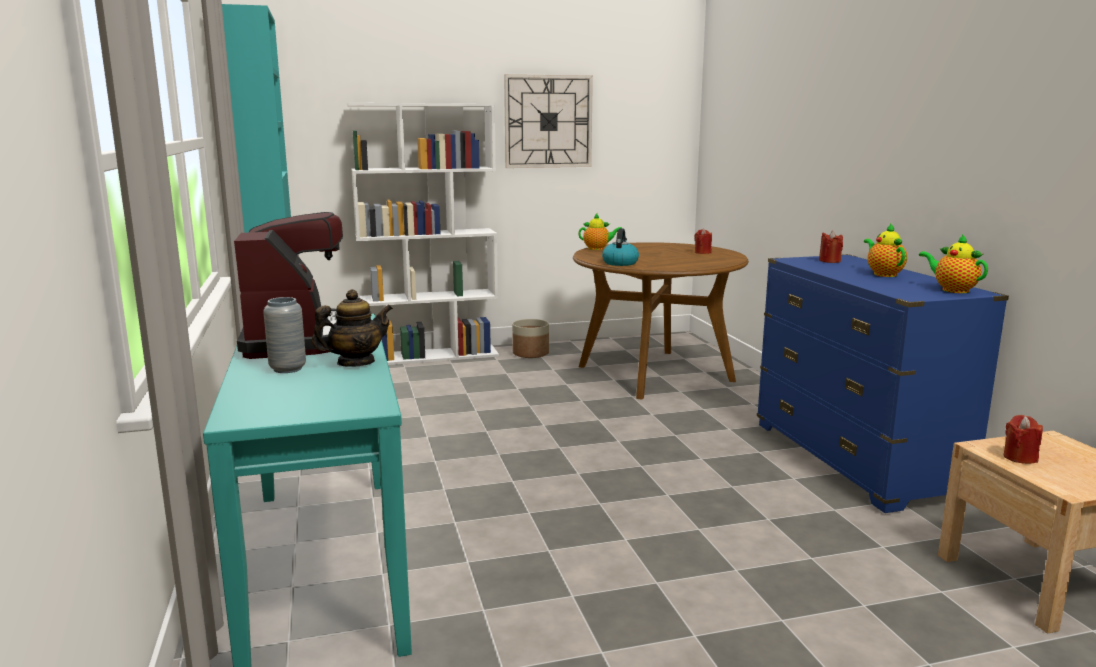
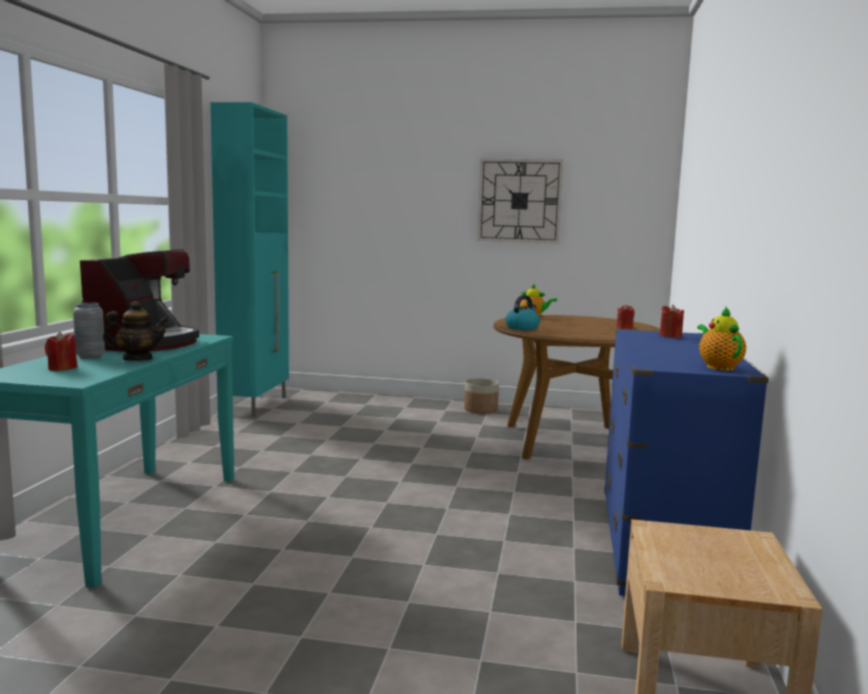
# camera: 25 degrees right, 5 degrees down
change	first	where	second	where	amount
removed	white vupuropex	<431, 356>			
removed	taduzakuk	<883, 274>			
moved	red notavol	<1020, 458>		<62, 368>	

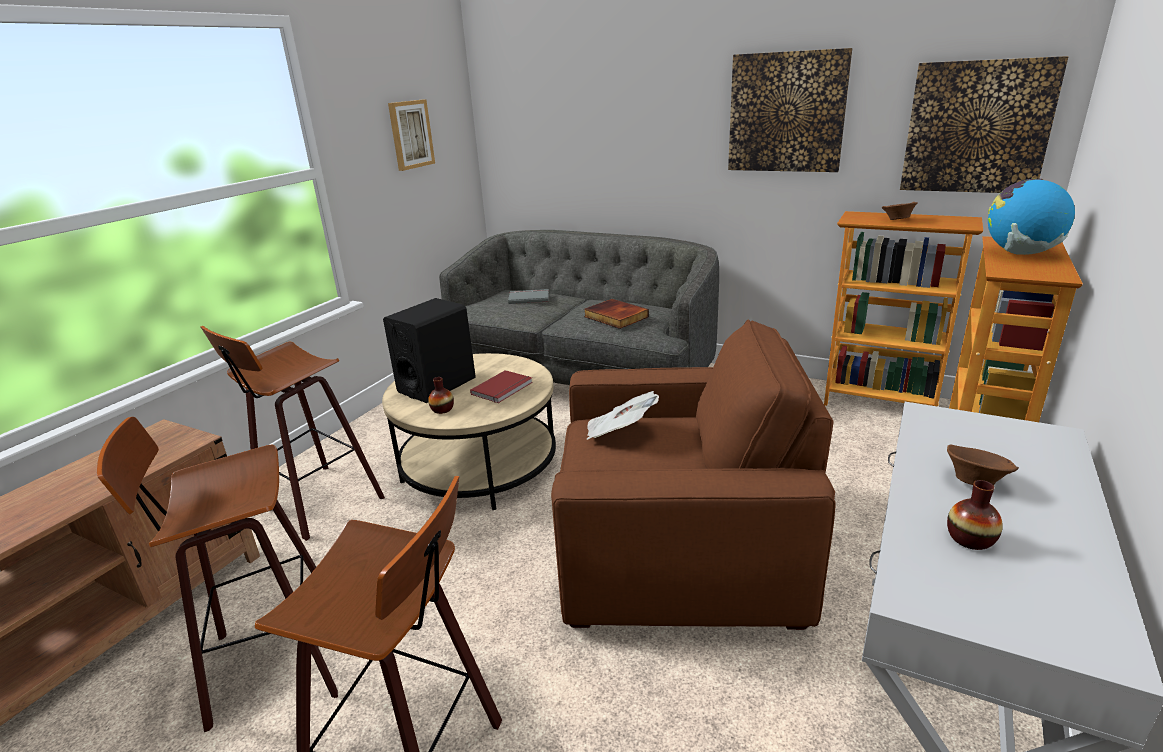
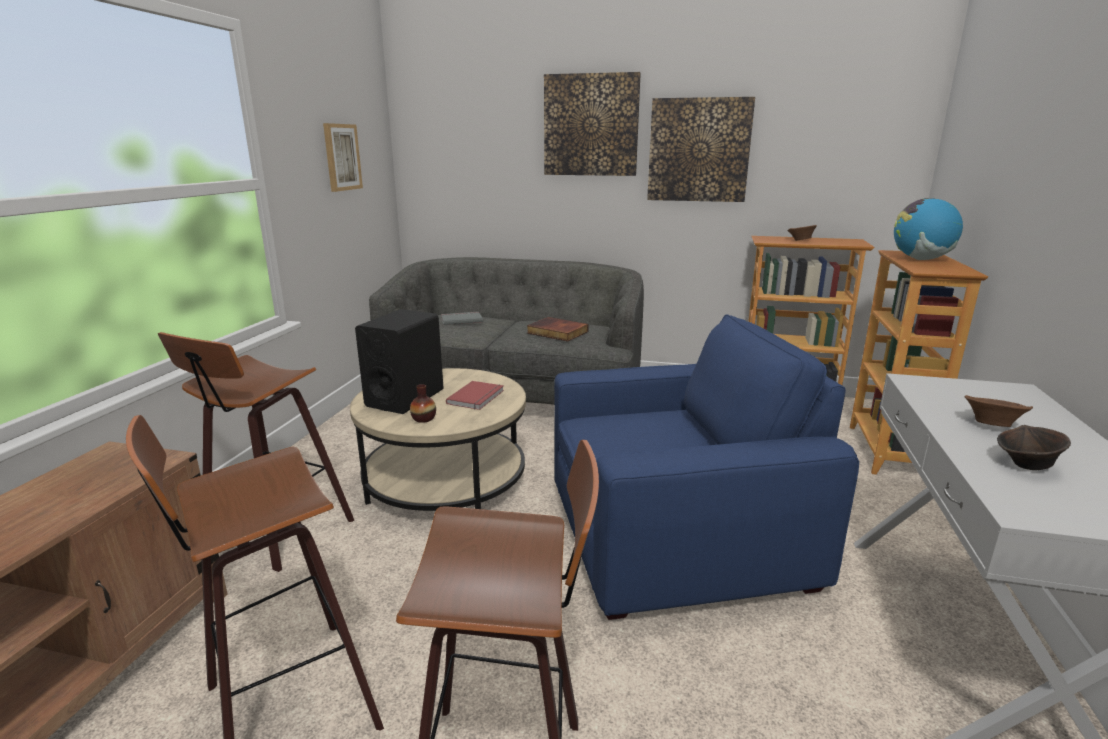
# camera: 15 degrees left, 5 degrees down
change	first	where	second	where	amount
recoloured	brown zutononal	<677, 547>	blue zutononal	<674, 535>	
removed	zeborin	<619, 433>			
moved	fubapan	<977, 127>		<591, 125>	
replaced	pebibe	<970, 539>	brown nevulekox	<1026, 465>	

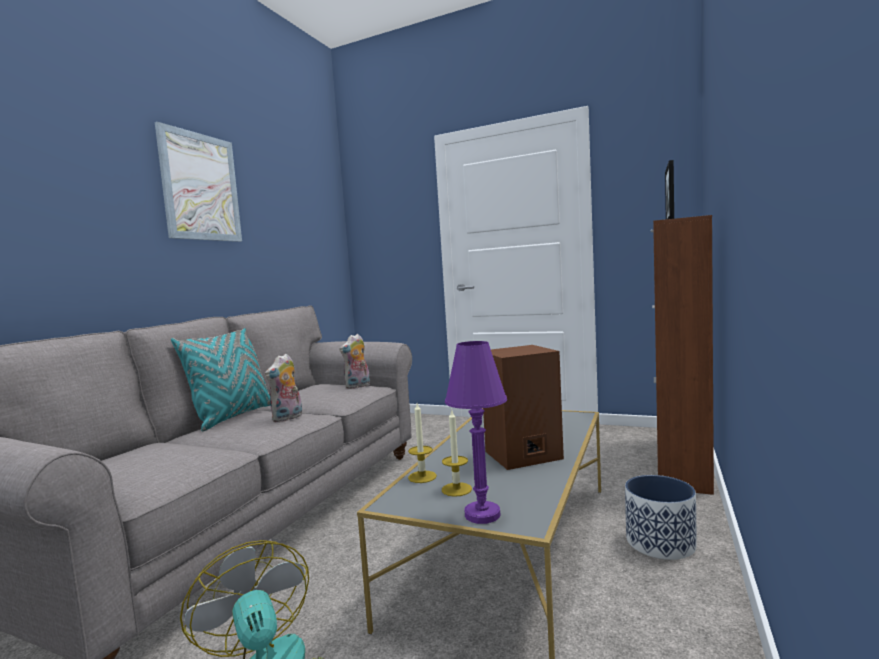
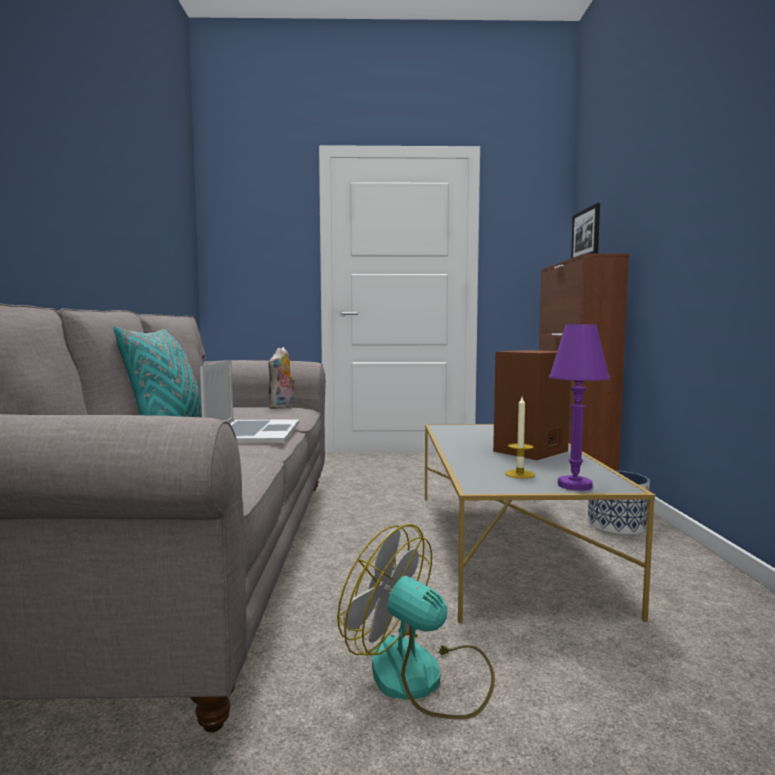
# camera: 25 degrees left, 0 degrees up
change	first	where	second	where	amount
removed	fubapan	<200, 187>			
replaced	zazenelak	<288, 418>	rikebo	<254, 432>	
removed	notavol	<422, 477>			

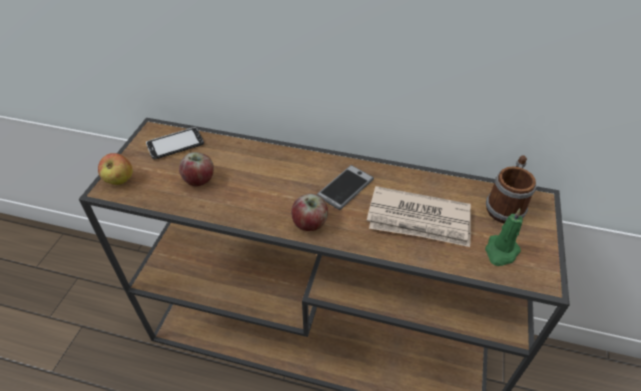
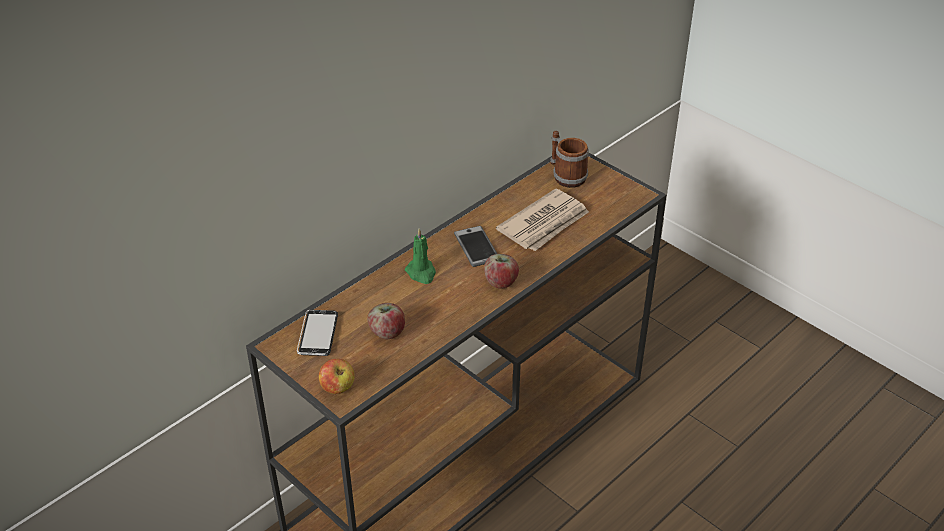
# camera: 60 degrees left, 5 degrees down
change	first	where	second	where	amount
moved	green notavol	<501, 252>		<421, 273>	

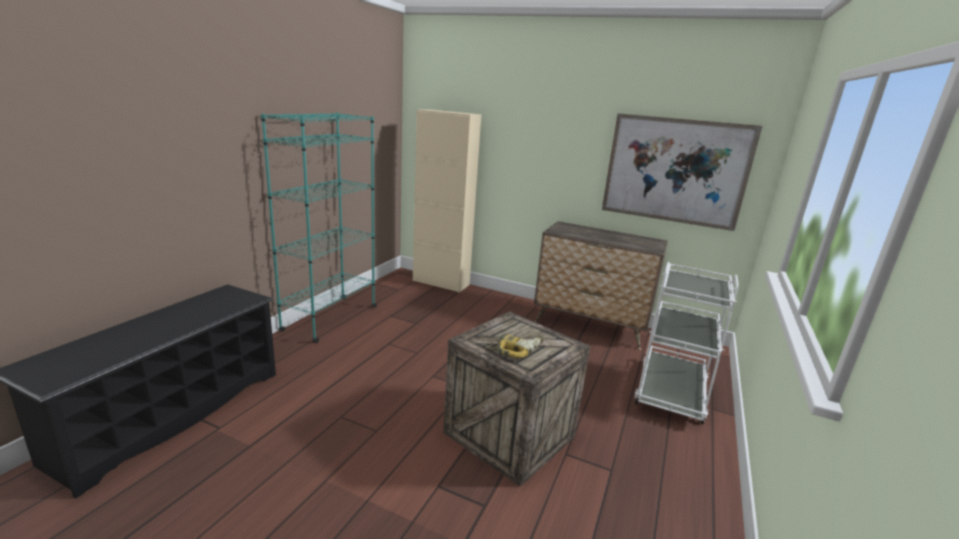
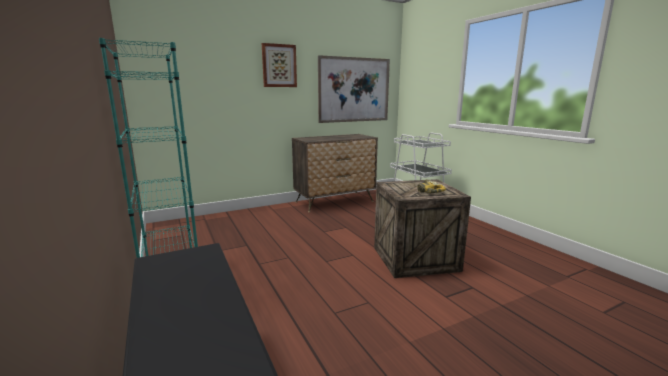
# camera: 50 degrees left, 5 degrees down
change	first	where	second	where	amount
removed	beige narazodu	<441, 283>			
added			fubapan	<279, 66>	

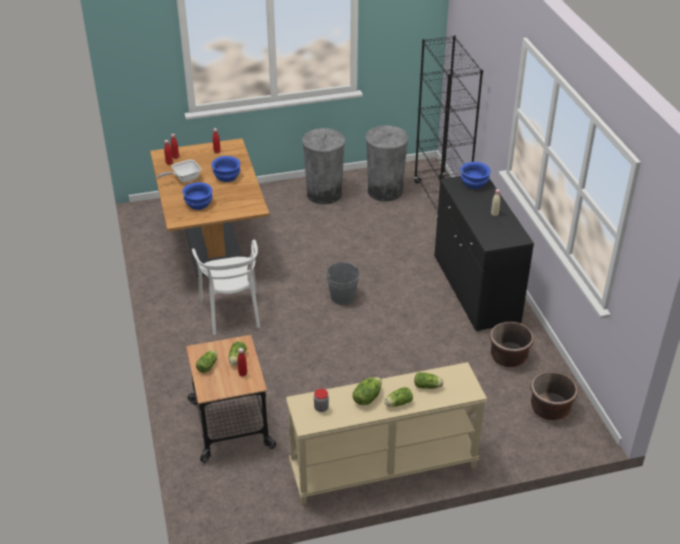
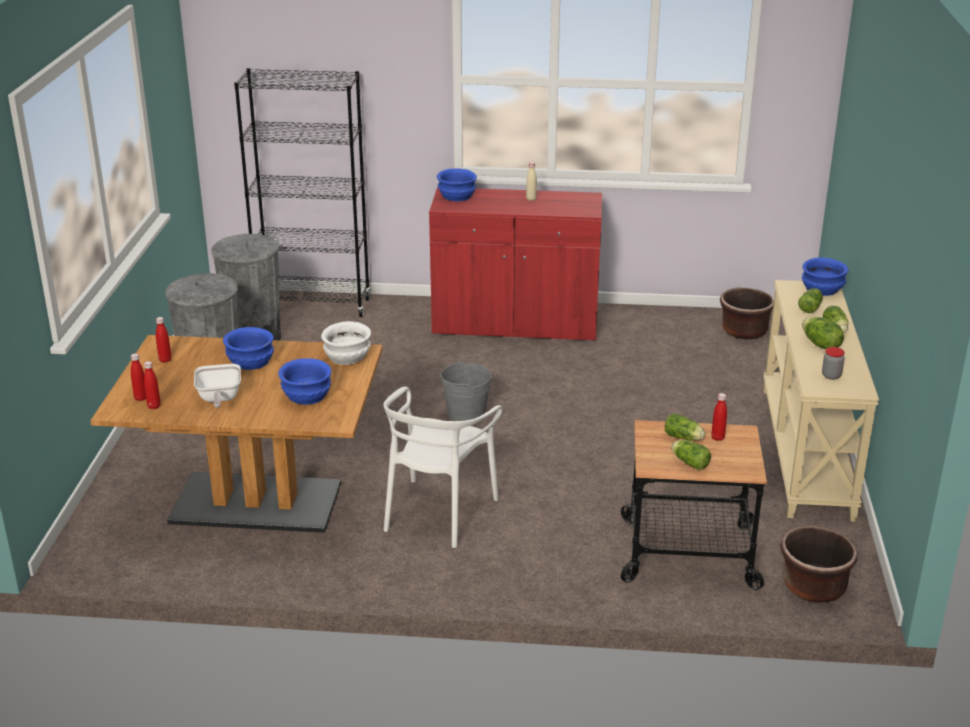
# camera: 70 degrees left, 10 degrees down
change	first	where	second	where	amount
turned	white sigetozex	<232, 312>		<438, 512>	105 degrees clockwise
recoloured	black narazodu	<475, 289>	red narazodu	<515, 325>	
moved	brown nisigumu	<508, 357>		<813, 587>	
added			white nevulekox	<347, 357>	
added			blue nevulekox	<822, 290>	

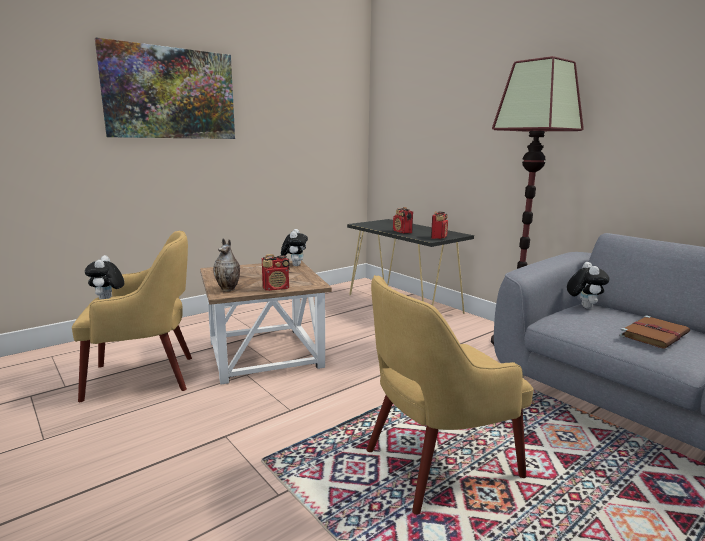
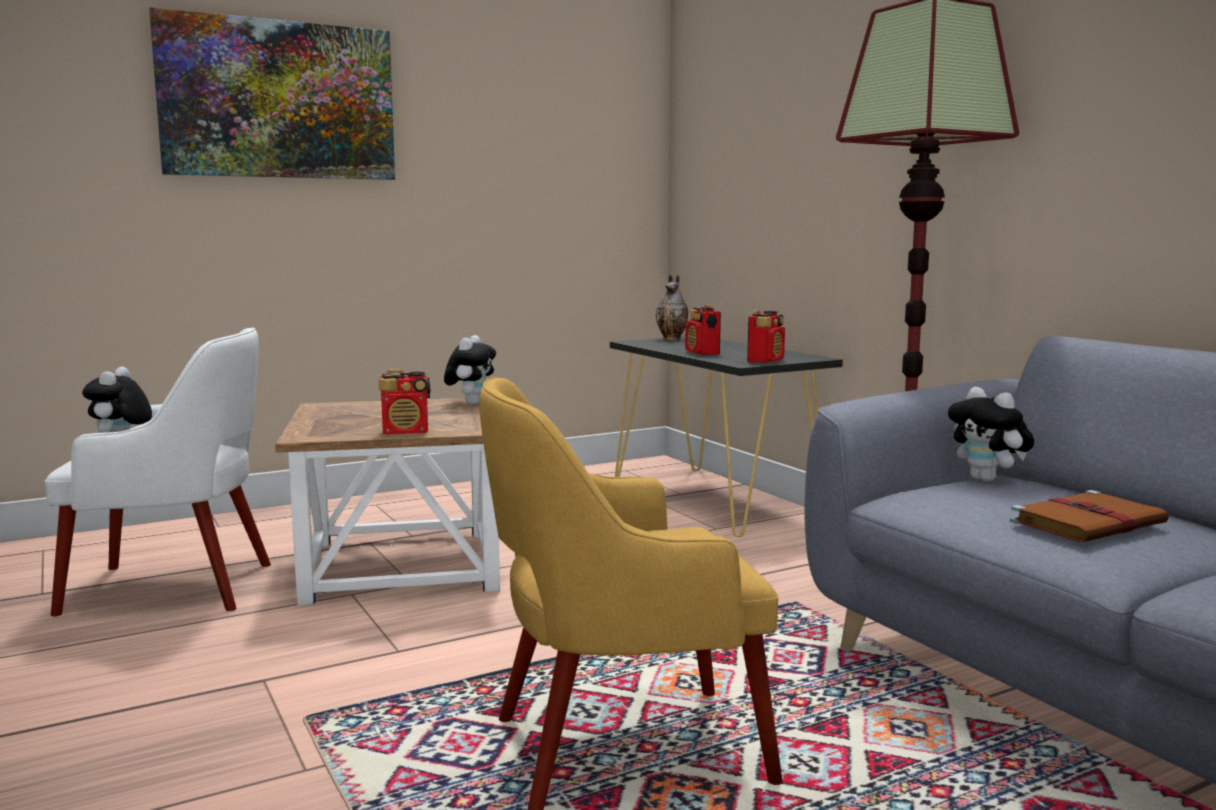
# camera: 10 degrees right, 5 degrees down
change	first	where	second	where	amount
recoloured	yellow zutononal	<144, 377>	white zutononal	<176, 588>	
moved	pebibe	<229, 289>		<673, 339>	
turned	zazenelak	<583, 307>		<988, 480>	135 degrees clockwise

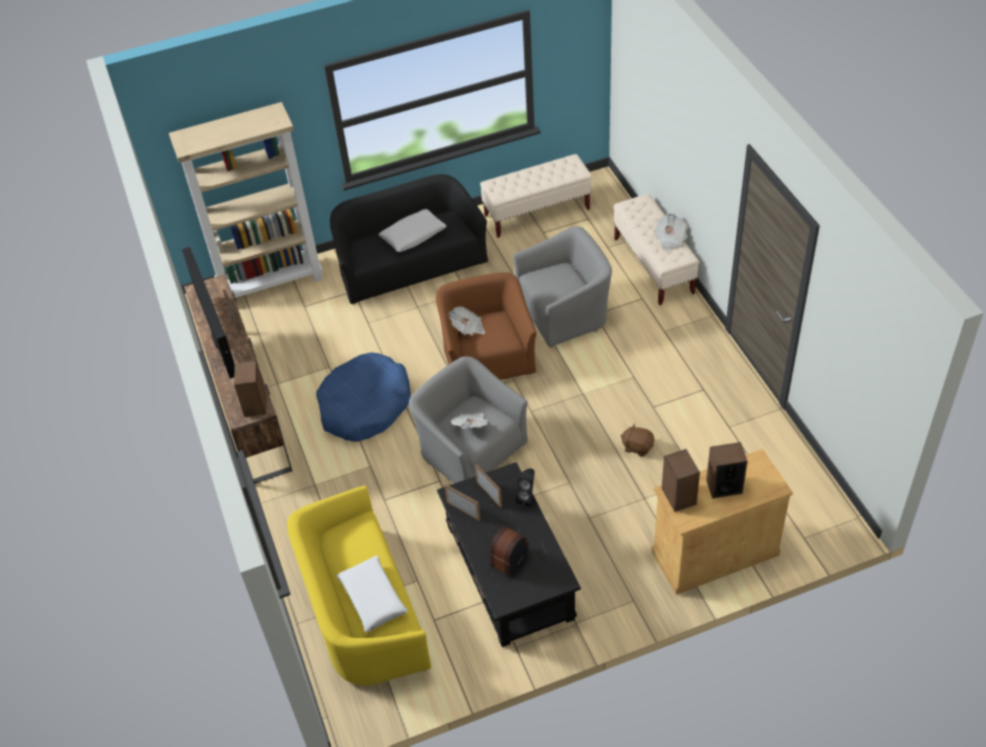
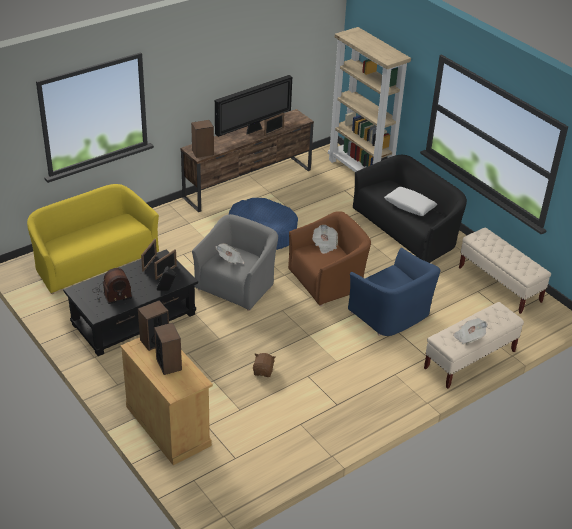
# camera: 70 degrees right, 10 degrees down
change	first	where	second	where	amount
removed	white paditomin	<373, 598>			
turned	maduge	<520, 560>		<111, 294>	135 degrees clockwise
recoloured	grey zutononal	<564, 313>	blue zutononal	<391, 314>	

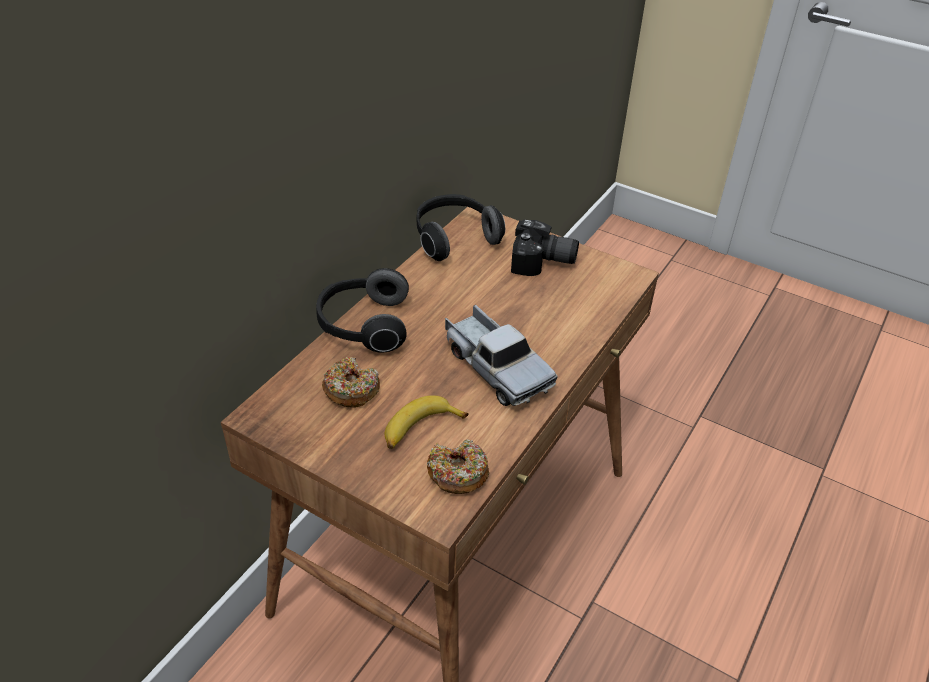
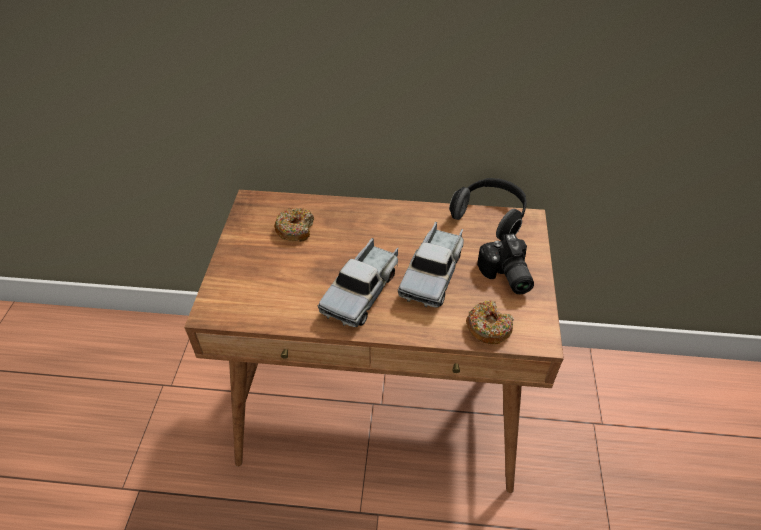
# camera: 65 degrees right, 5 degrees up
change	first	where	second	where	amount
removed	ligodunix	<363, 326>			
removed	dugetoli	<420, 429>			
moved	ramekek	<457, 473>		<488, 327>	
added			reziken	<433, 273>	

